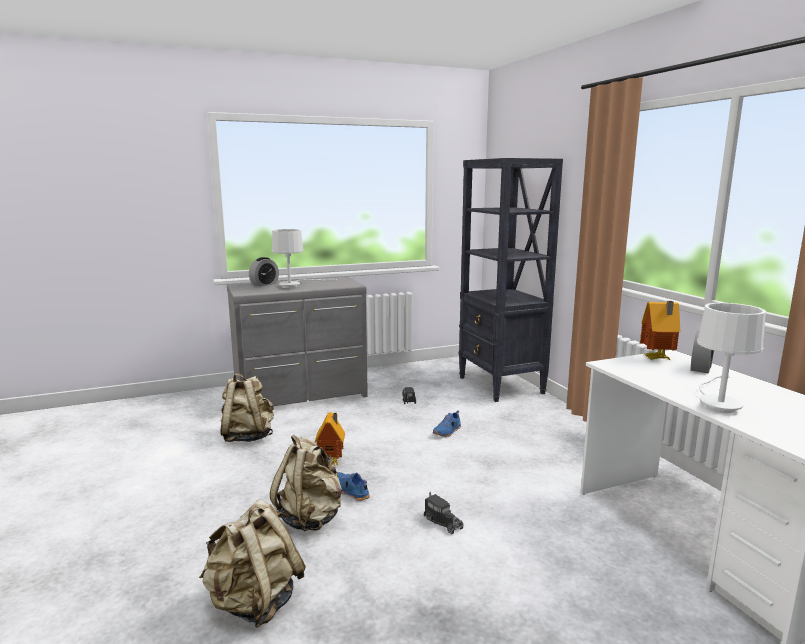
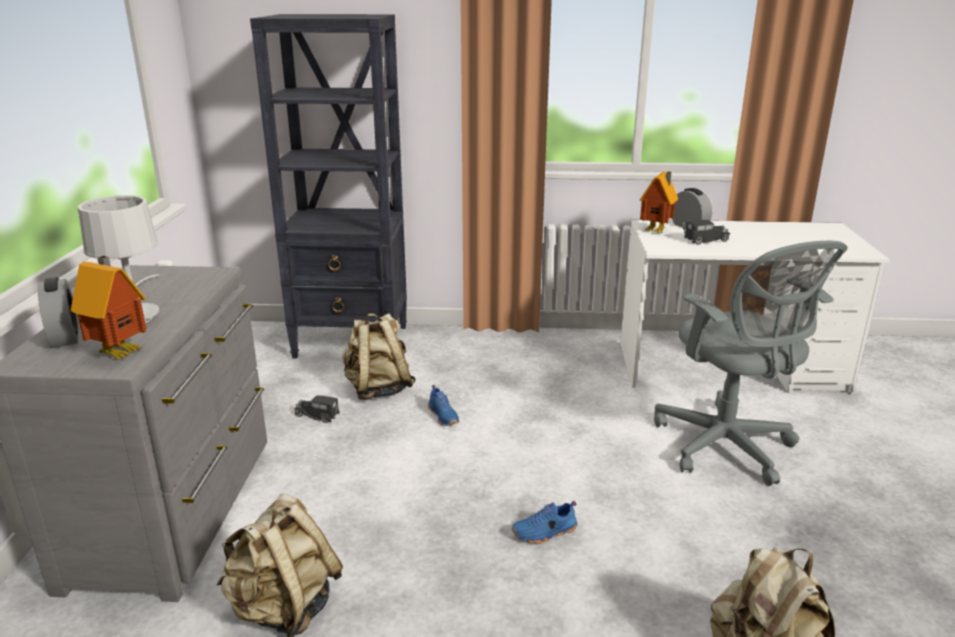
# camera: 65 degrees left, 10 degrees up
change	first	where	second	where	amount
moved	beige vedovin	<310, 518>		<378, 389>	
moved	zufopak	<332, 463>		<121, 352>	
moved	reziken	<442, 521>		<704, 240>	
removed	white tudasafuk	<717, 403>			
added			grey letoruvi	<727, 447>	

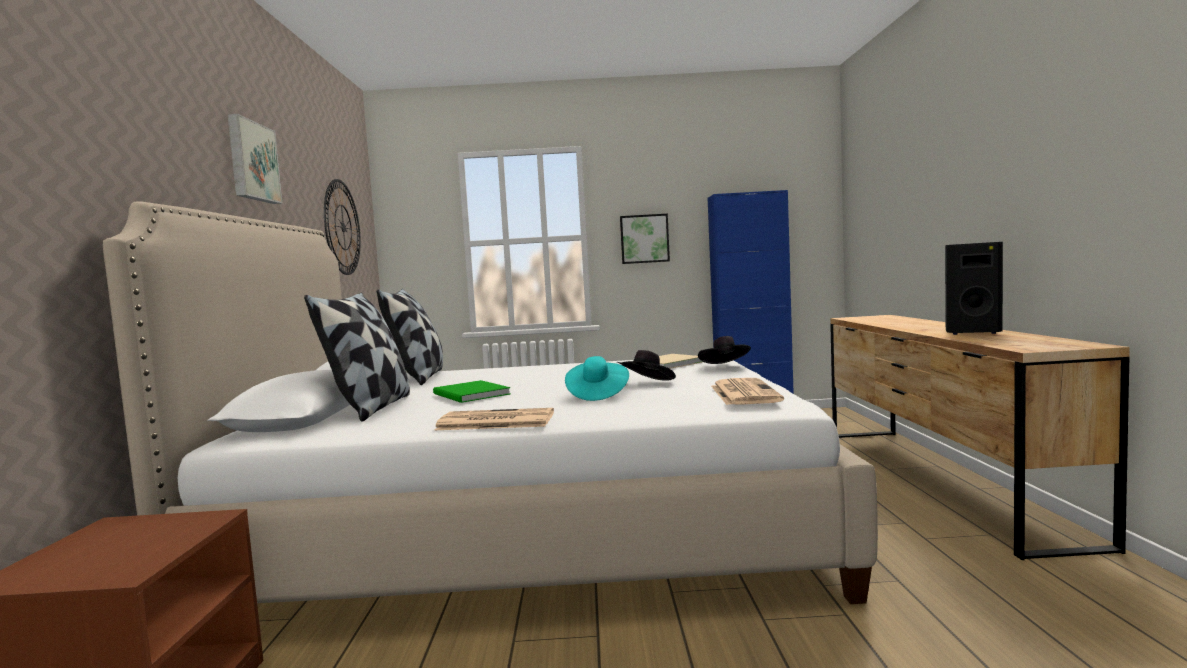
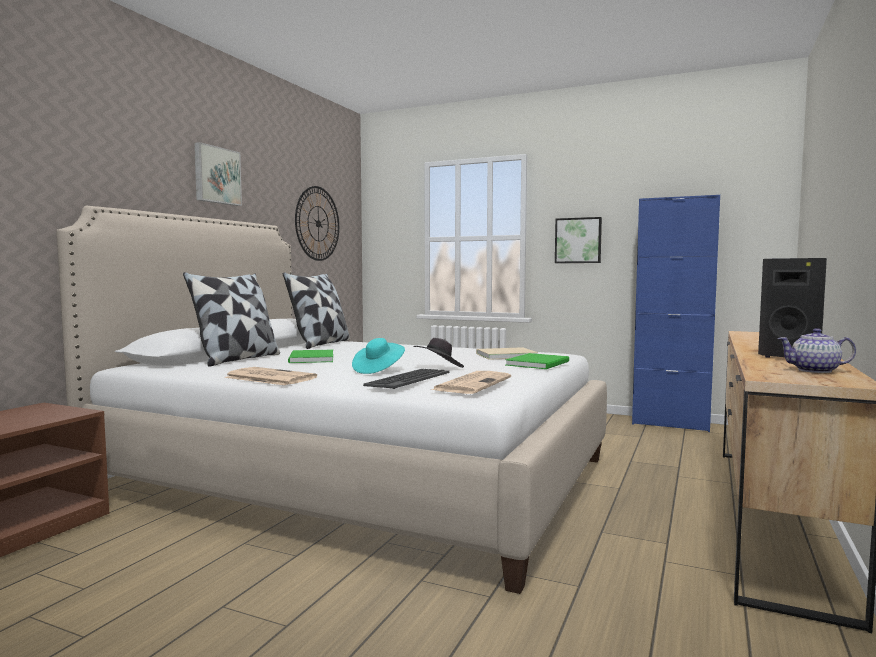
# camera: 25 degrees right, 0 degrees up
change	first	where	second	where	amount
replaced	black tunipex	<725, 366>	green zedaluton	<539, 363>	
added			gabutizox	<408, 379>	
added			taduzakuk	<815, 370>	

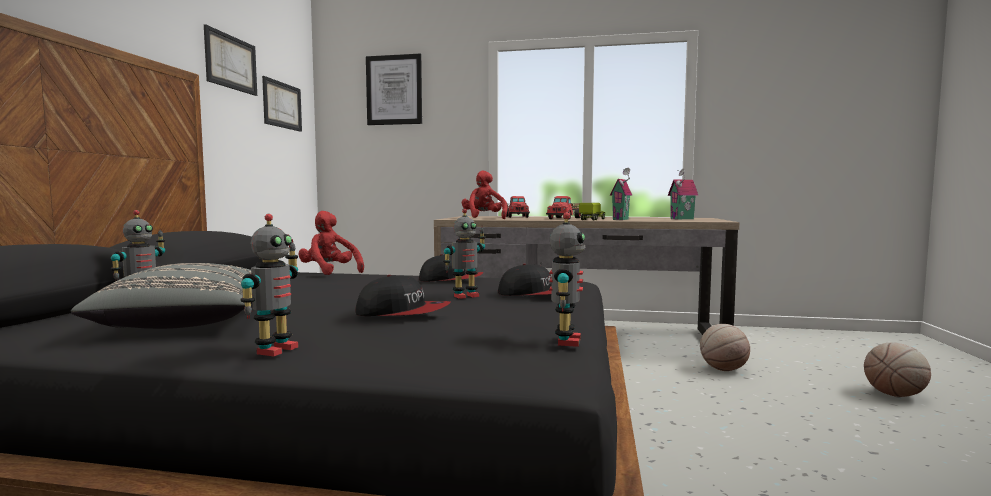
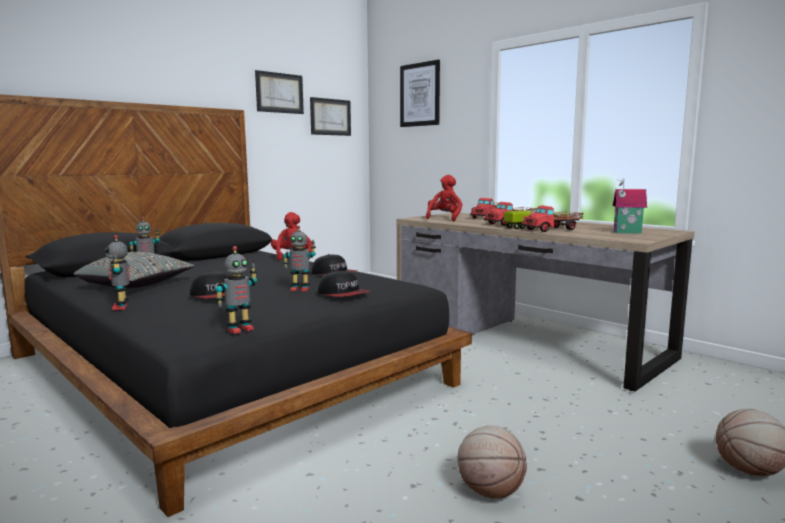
# camera: 35 degrees right, 5 degrees up
change	first	where	second	where	amount
turned	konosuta	<275, 350>		<122, 307>	105 degrees clockwise
replaced	zufopak	<622, 219>	reziken	<553, 229>	
moved	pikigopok	<723, 369>		<490, 491>	

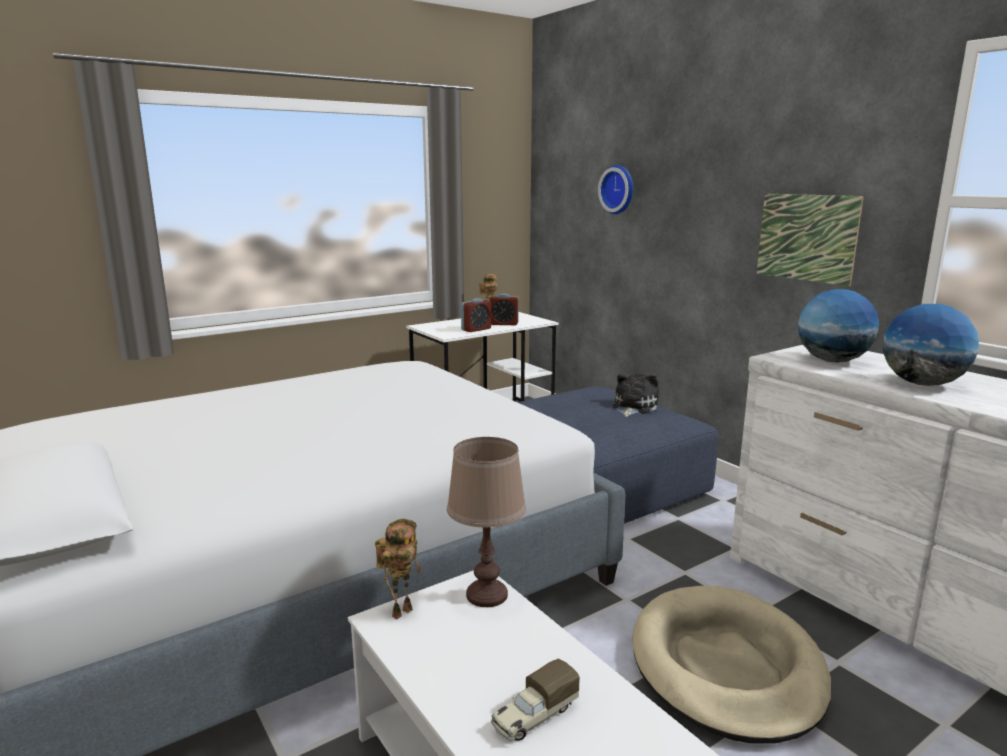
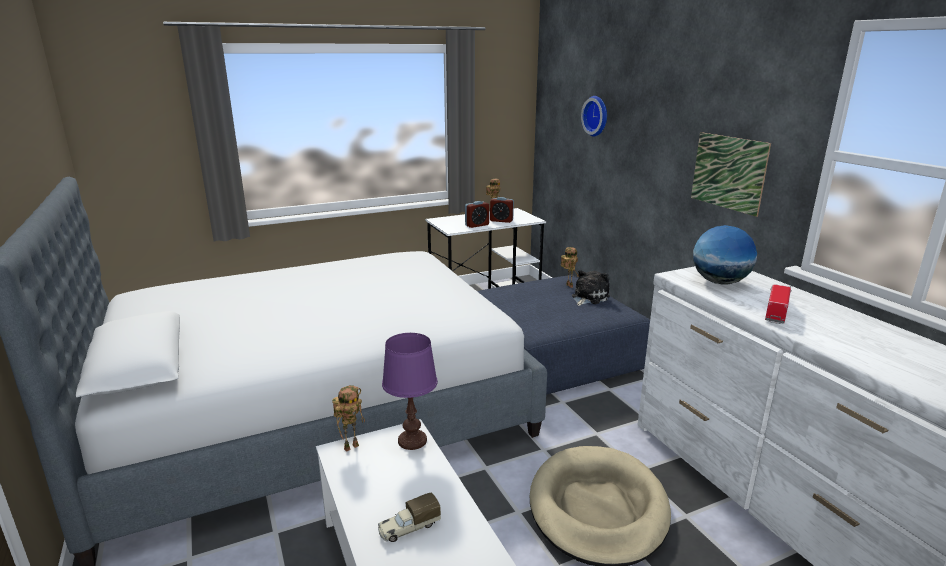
# camera: 10 degrees right, 5 degrees up
change	first	where	second	where	amount
recoloured	brown tudasafuk	<486, 595>	purple tudasafuk	<412, 441>	
replaced	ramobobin	<922, 384>	reziken	<776, 310>	
added			konosuta	<568, 286>	

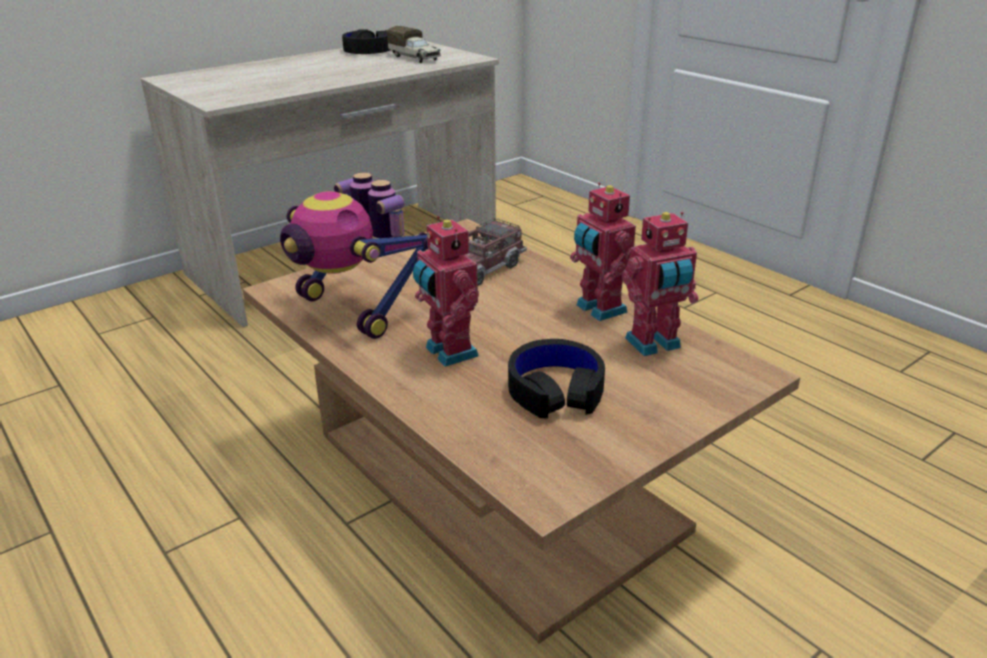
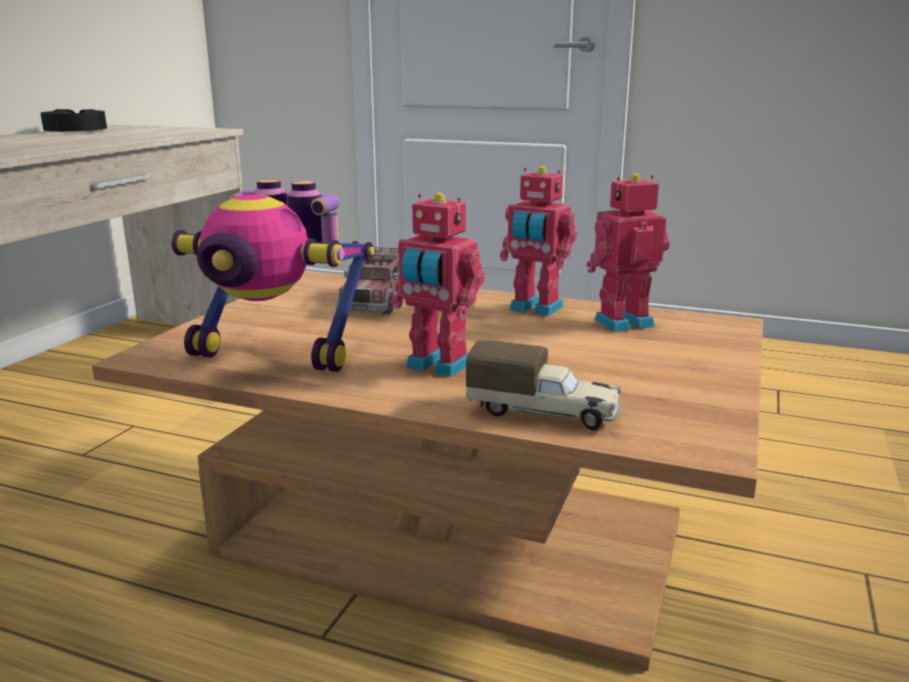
# camera: 30 degrees left, 10 degrees down
change	first	where	second	where	amount
moved	reziken	<415, 58>		<544, 413>	
removed	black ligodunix	<555, 390>			
turned	konosuta	<654, 345>		<621, 322>	150 degrees counterclockwise

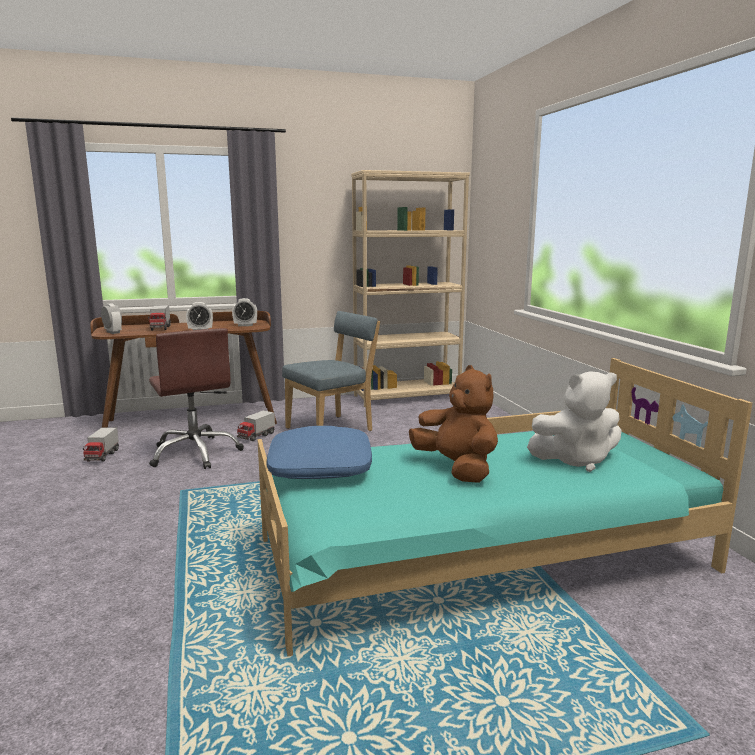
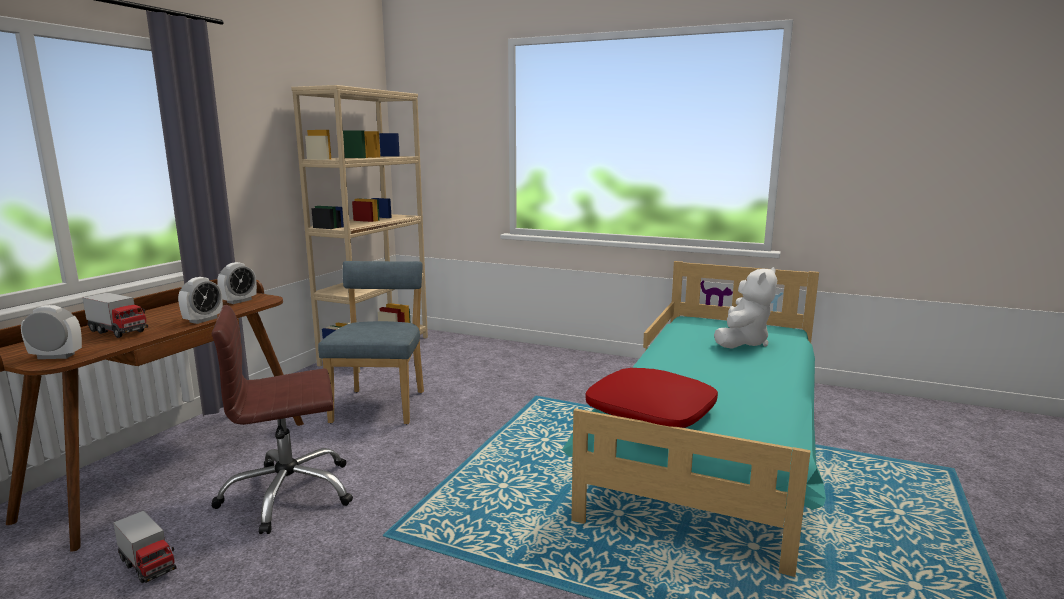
# camera: 50 degrees left, 0 degrees up
change	first	where	second	where	amount
turned	brown letoruvi	<195, 453>		<288, 494>	150 degrees clockwise
removed	reziken	<256, 436>			
recoloured	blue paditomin	<321, 467>	red paditomin	<651, 411>	
removed	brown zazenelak	<457, 468>			

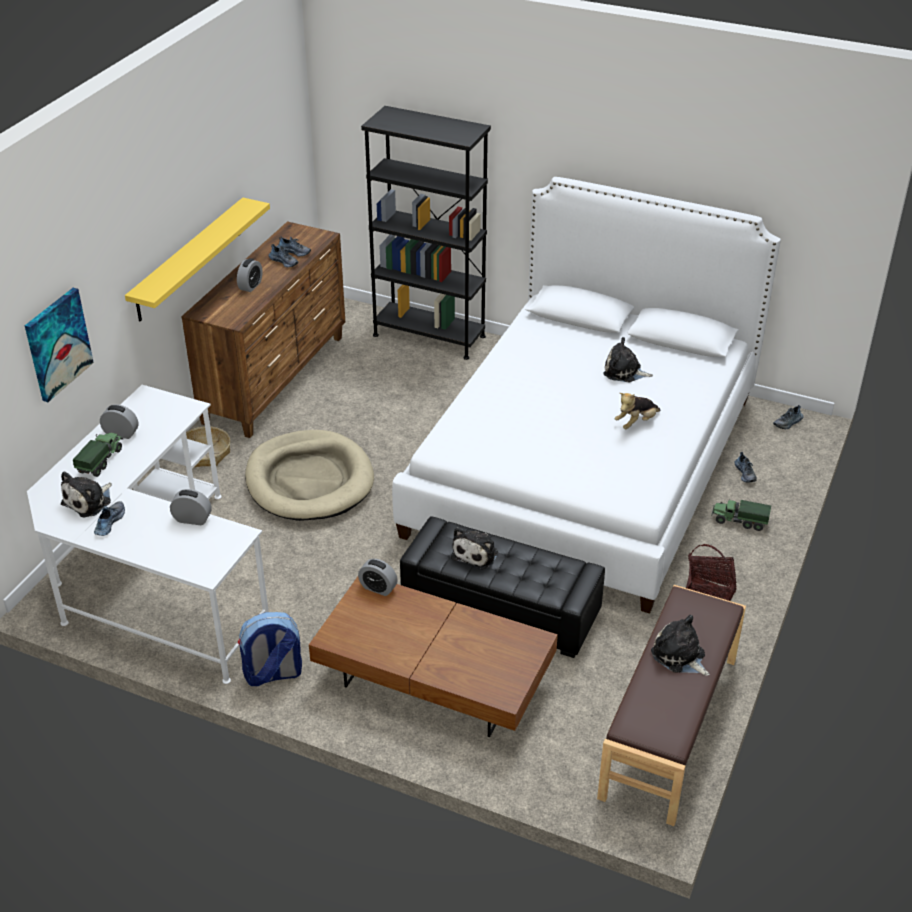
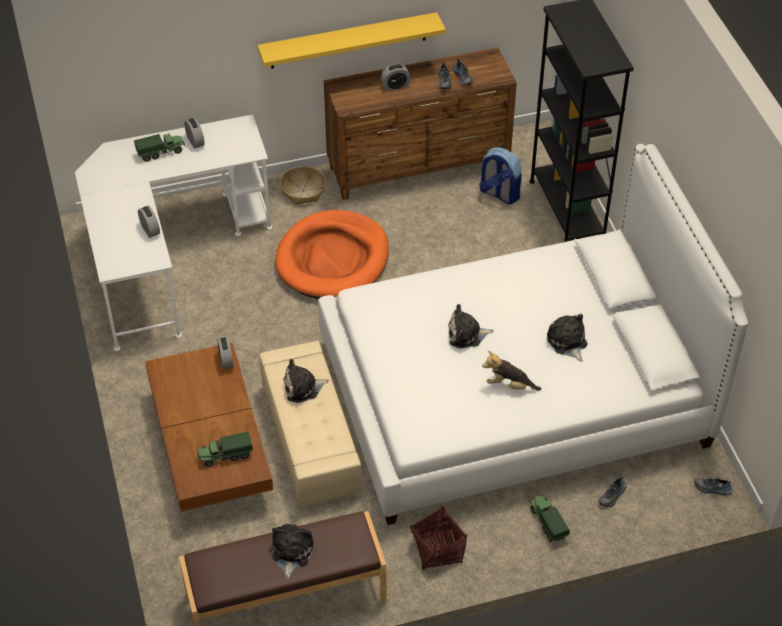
# camera: 50 degrees right, 10 degrees up
change	first	where	second	where	amount
removed	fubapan	<57, 344>			
moved	zazenelak	<89, 501>		<466, 334>	
removed	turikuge	<109, 522>			
moved	vedovin	<273, 674>		<499, 194>	
recoloured	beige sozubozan	<309, 480>	orange sozubozan	<333, 259>	
recoloured	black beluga	<501, 608>	beige beluga	<311, 439>	
added			reziken	<225, 455>	

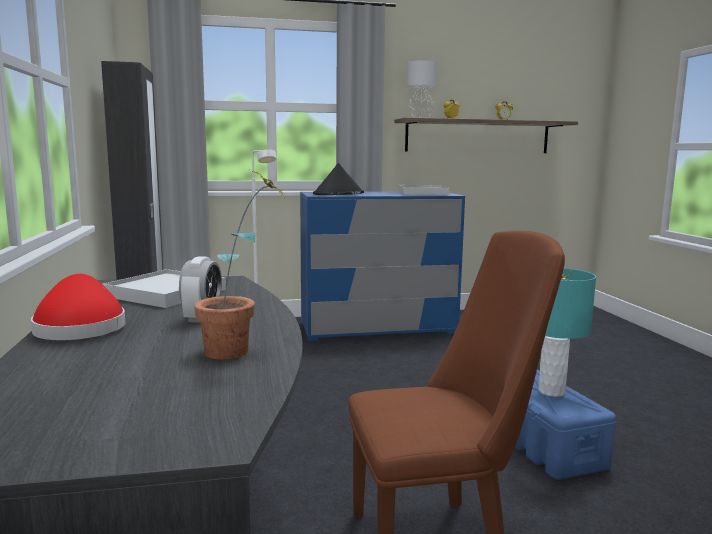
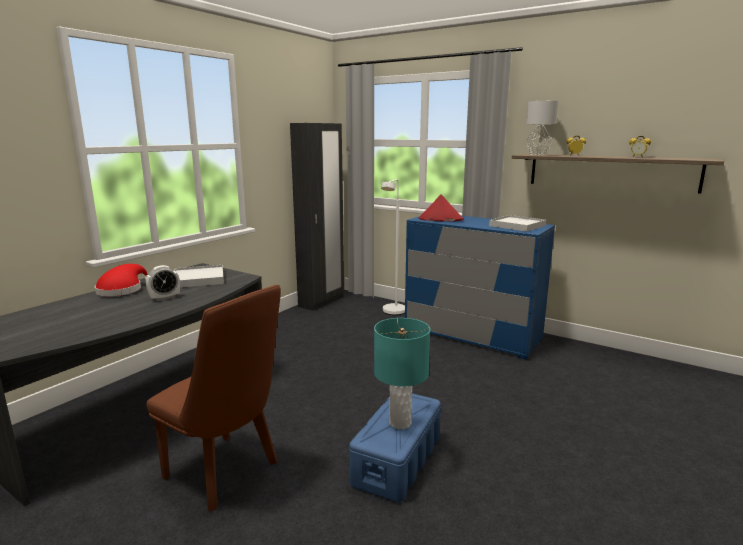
# camera: 45 degrees right, 5 degrees up
change	first	where	second	where	amount
removed	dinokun	<240, 351>			
recoloured	black tunipex	<338, 194>	red tunipex	<440, 219>	

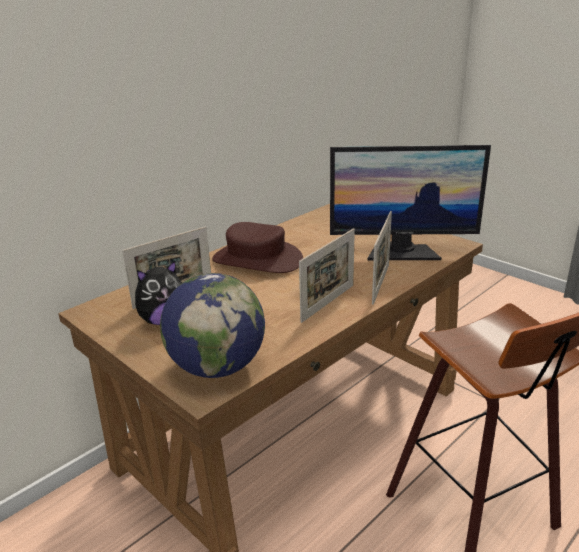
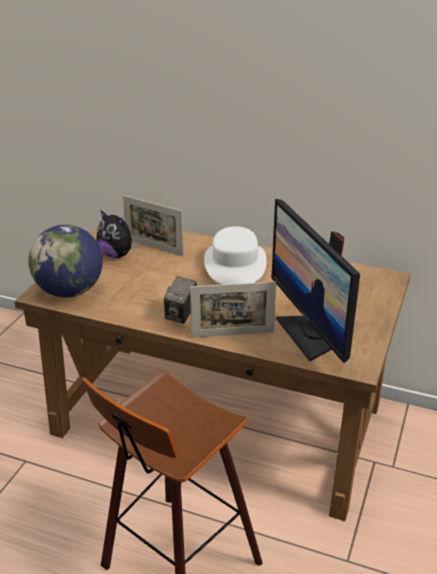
# camera: 65 degrees right, 5 degrees up
change	first	where	second	where	amount
recoloured	brown tunipex	<257, 260>	white tunipex	<235, 264>	
replaced	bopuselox	<328, 303>	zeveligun	<181, 315>	

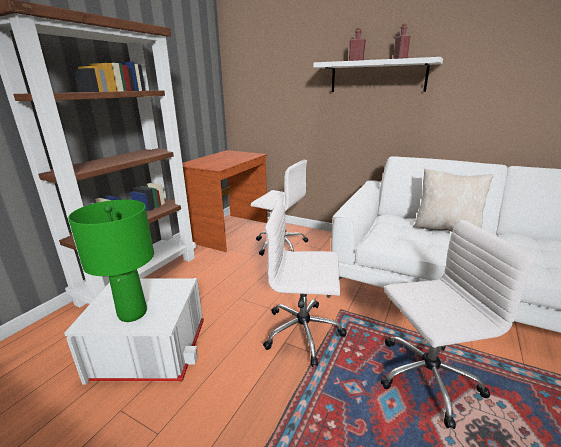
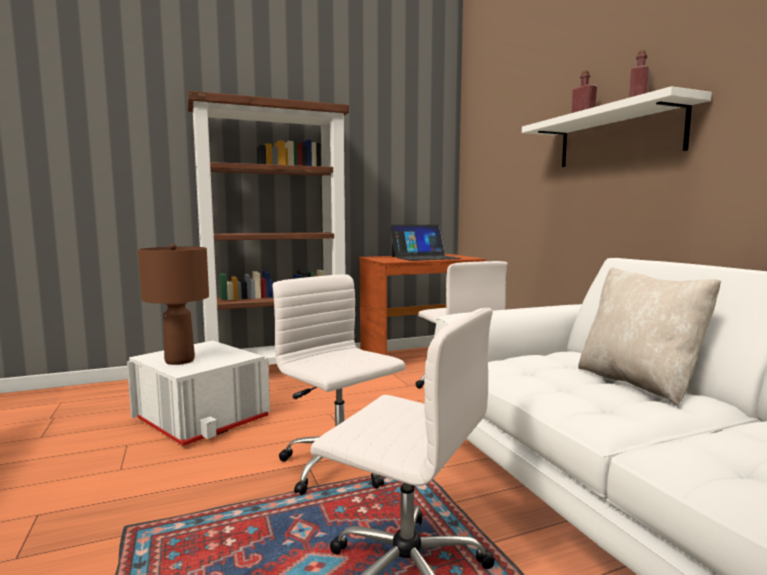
# camera: 40 degrees right, 15 degrees down
change	first	where	second	where	amount
recoloured	green tudasafuk	<132, 314>	brown tudasafuk	<179, 361>	
added			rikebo	<425, 257>	

